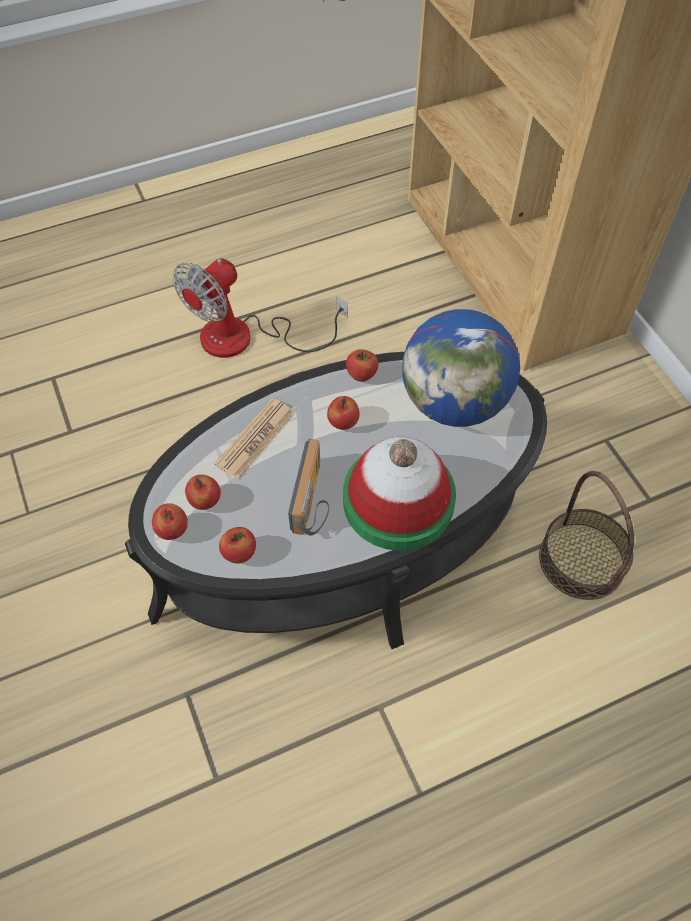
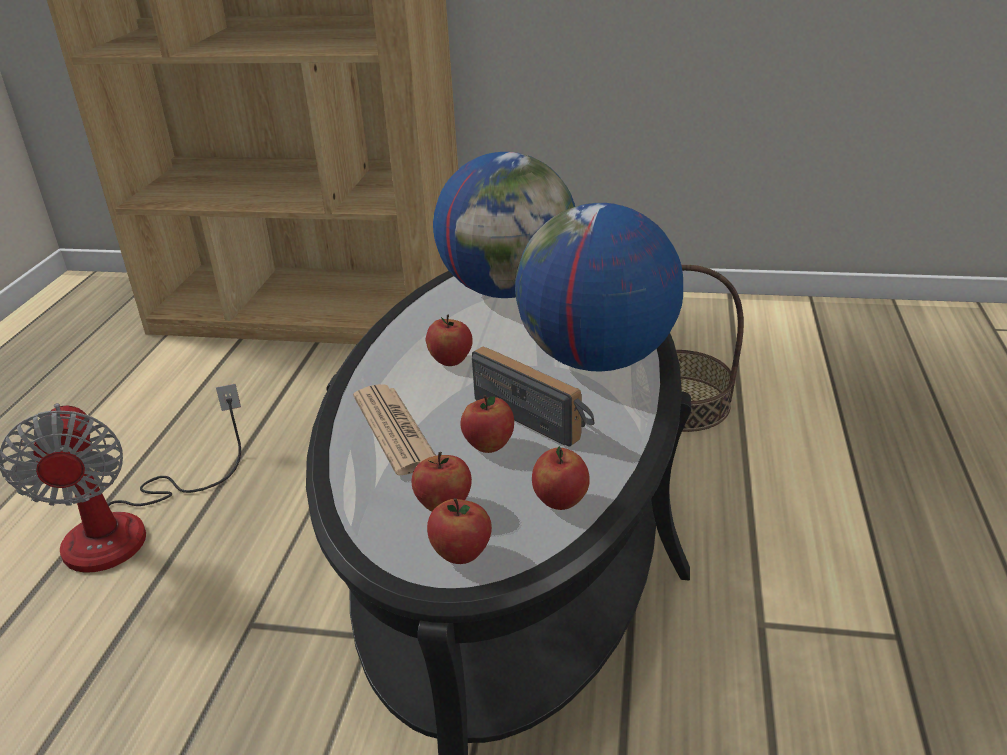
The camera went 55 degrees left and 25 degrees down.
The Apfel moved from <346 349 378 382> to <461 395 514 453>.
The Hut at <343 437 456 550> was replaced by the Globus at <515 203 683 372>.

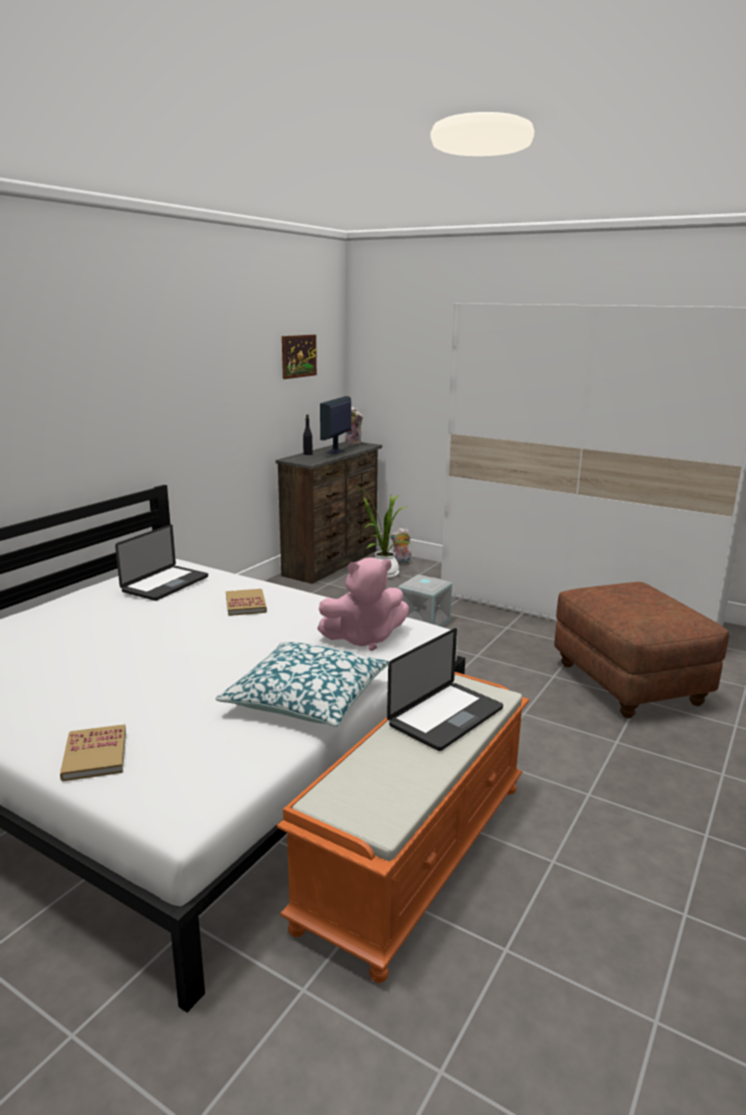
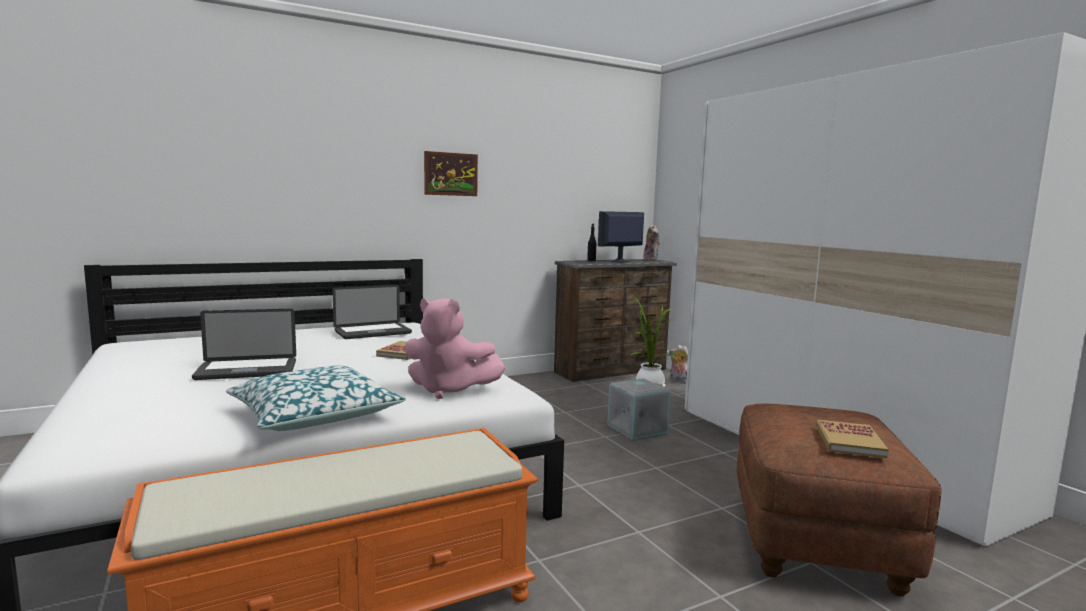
The camera went 30 degrees right and 10 degrees down.
The Bild moved from <282 335 317 379> to <424 151 478 196>.
The Laptop moved from <387 628 503 751> to <192 309 296 380>.
The Buch moved from <60 724 126 781> to <816 420 888 458>.

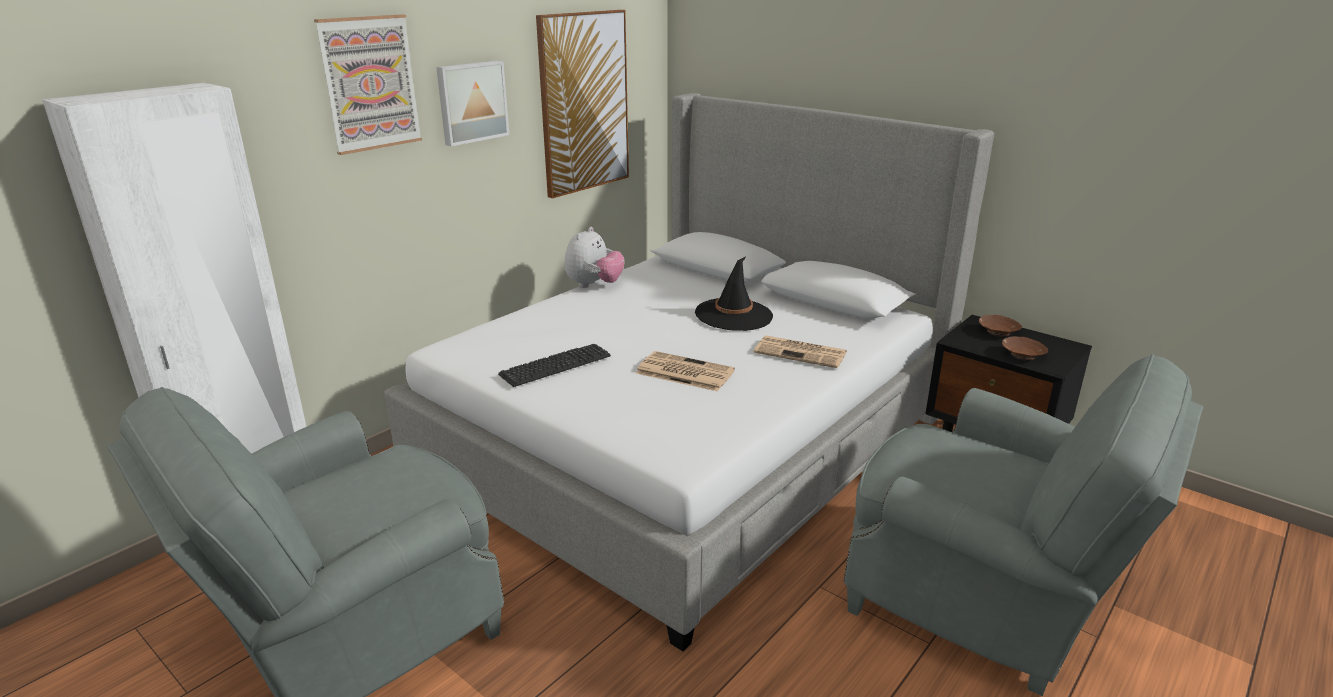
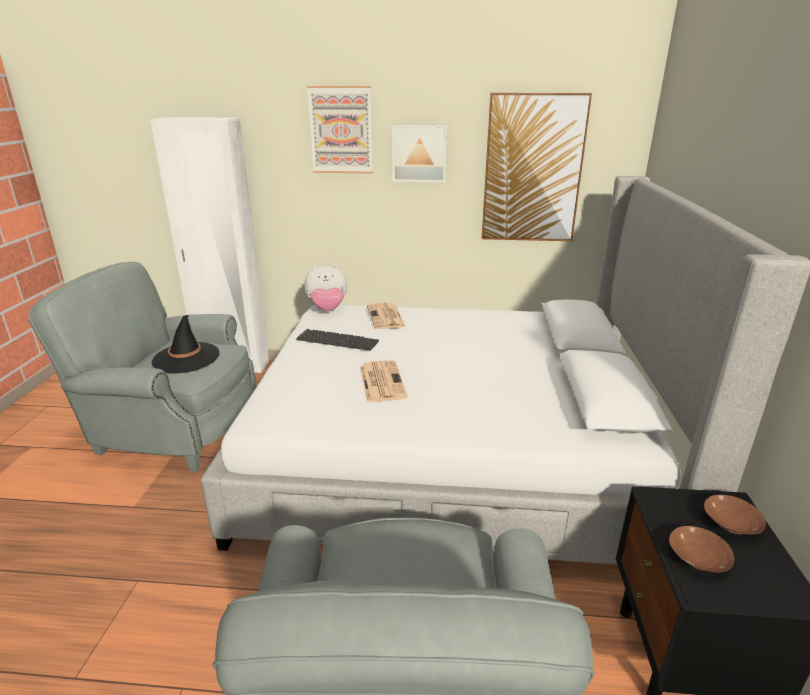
The camera went 55 degrees right and 0 degrees up.
The Plüschtier moved from <564 227 625 288> to <304 264 347 311>.
The Hut/schwarz moved from <695 257 773 331> to <151 315 220 374>.
The Zeitung moved from <754 335 847 368> to <367 303 406 329>.

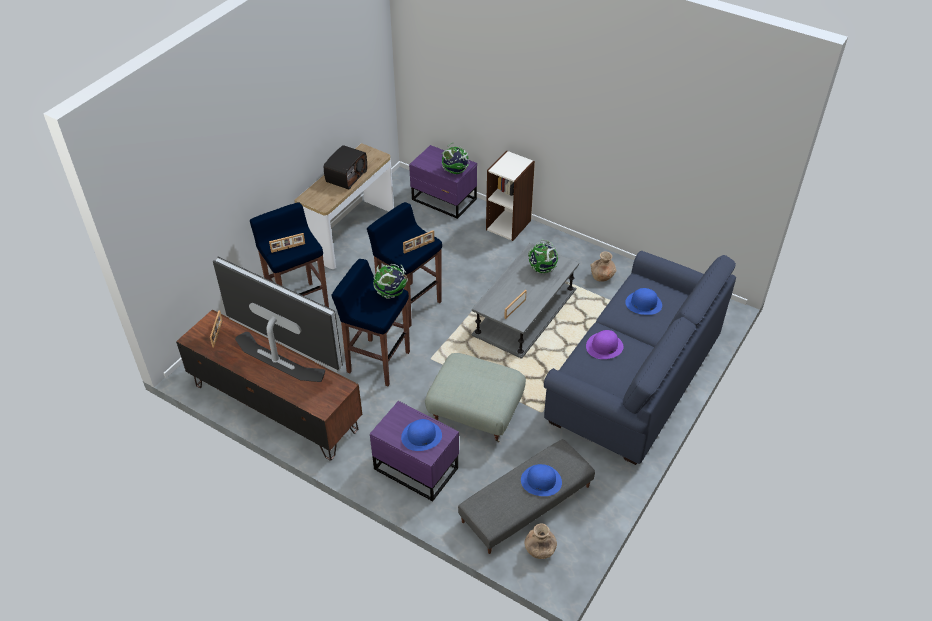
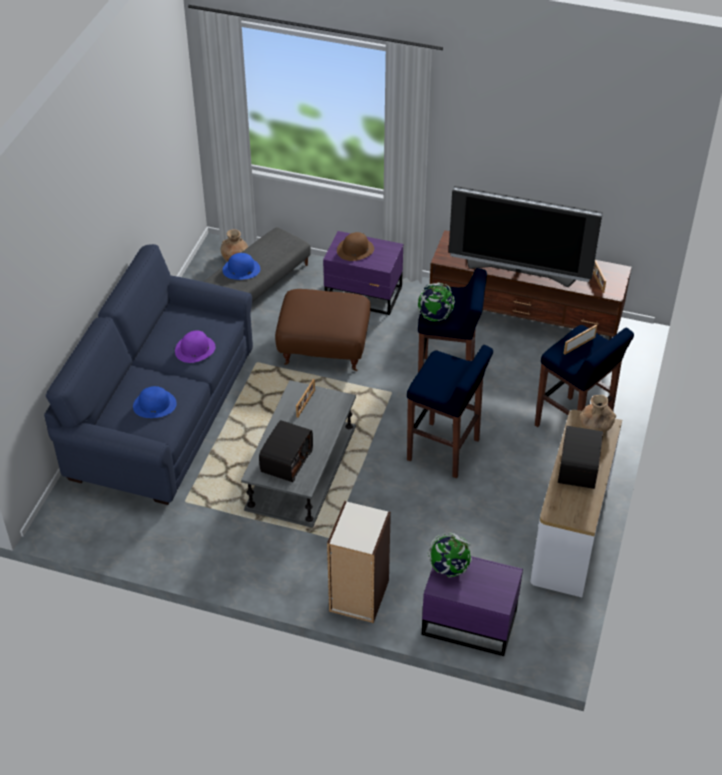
The camera went 165 degrees right and 0 degrees up.
The Bilderrahmen at <403 230 434 254> disappeared.
The Globus at <528 240 558 273> was replaced by the Radio at <259 420 313 482>.
The Vase/braun moved from <590 252 616 282> to <579 395 616 433>.
The Polsterhocker/grau at <425 353 526 442> became the Polsterhocker/braun at <275 289 371 371>.
The Hut/blau at <401 419 442 451> became the Hut/braun at <337 232 374 261>.

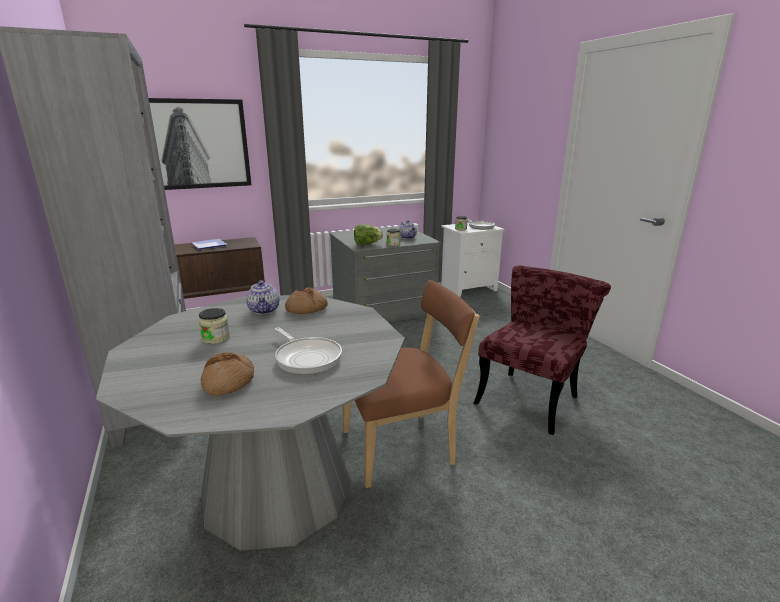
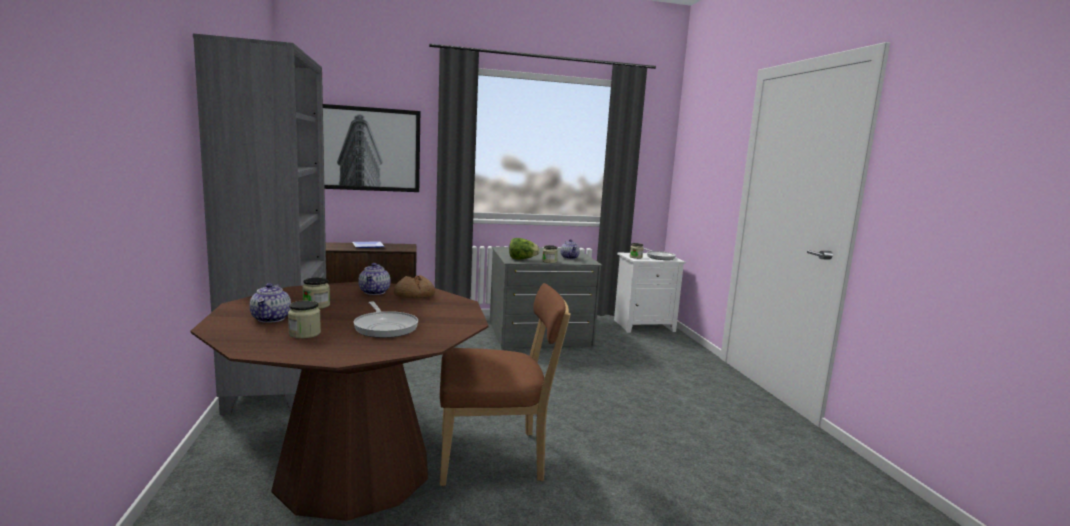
The camera went 10 degrees right and 10 degrees down.
The Stuhl/rot at <473 265 611 435> disappeared.
The Esstisch/grau at <96 295 405 551> became the Esstisch/braun at <191 282 489 521>.
The Brot at <201 352 254 396> was replaced by the Vorratsglas at <288 300 321 339>.
The Teekanne at <249 283 291 323> appeared.

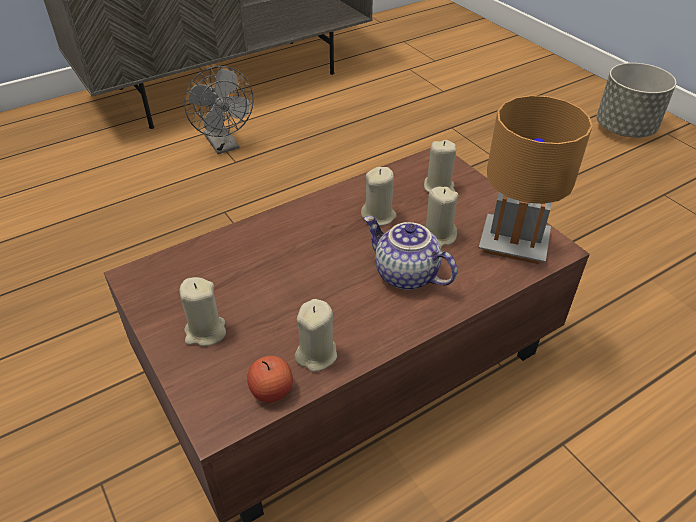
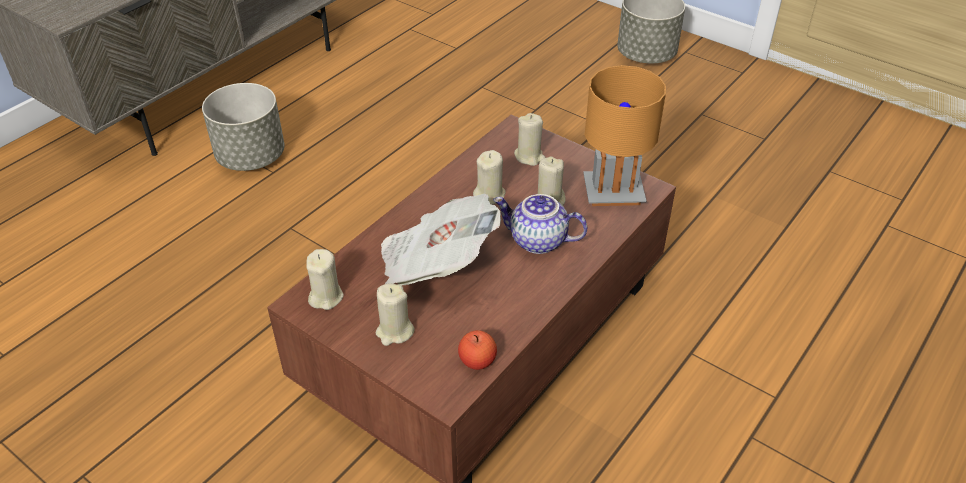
The camera went 20 degrees left and 0 degrees up.
The Ventilator/grau at <184 66 254 154> was replaced by the Pflanzkübel/grau at <202 83 285 171>.
The Kerze/beige moved from <295 299 337 372> to <306 249 344 310>.
The Zeitung at <381 194 501 285> appeared.

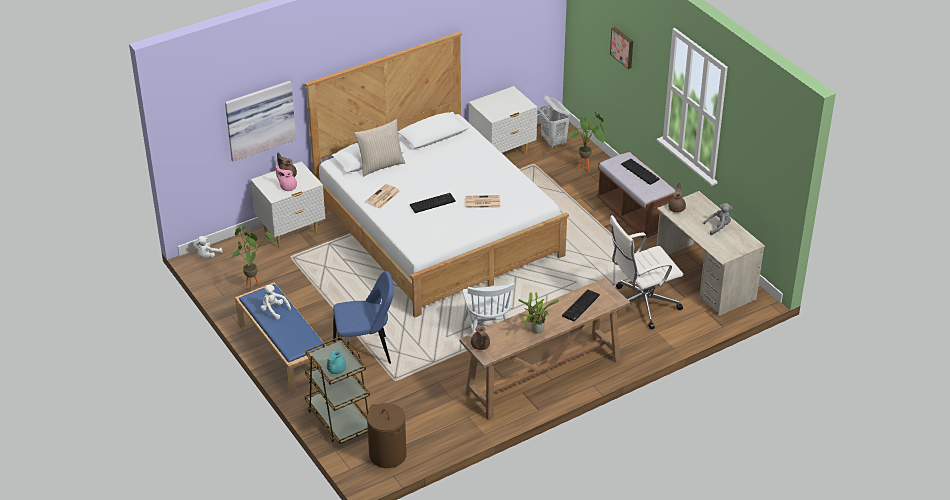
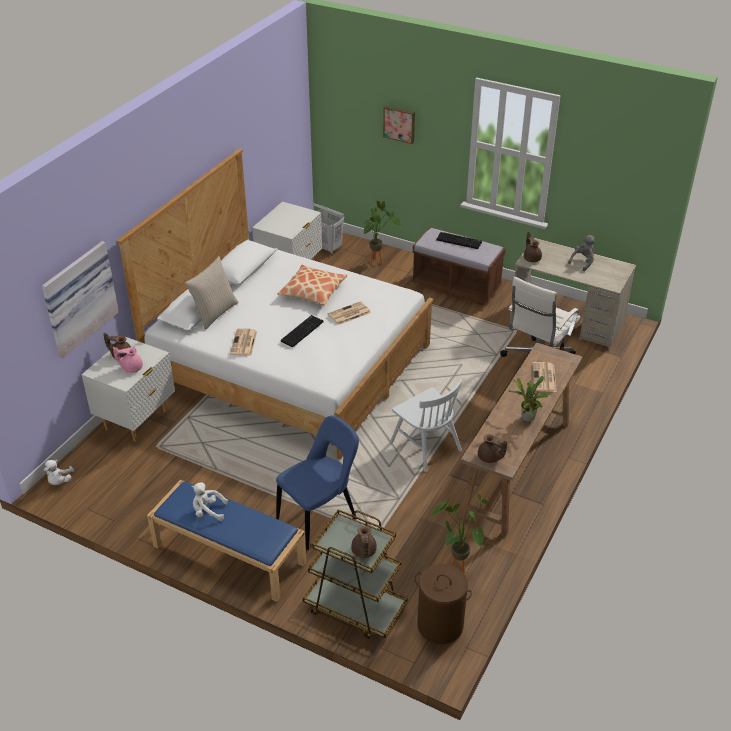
The camera went 30 degrees left and 0 degrees up.
The Topfpflanze moved from <232 225 275 291> to <431 494 488 574>.
The Tastatur at <562 289 600 322> was replaced by the Zeitung at <532 362 557 392>.
The Teekanne/türkis at <327 349 346 374> became the Teekanne/braun at <351 526 377 558>.
The Kissen at <277 265 347 306> appeared.

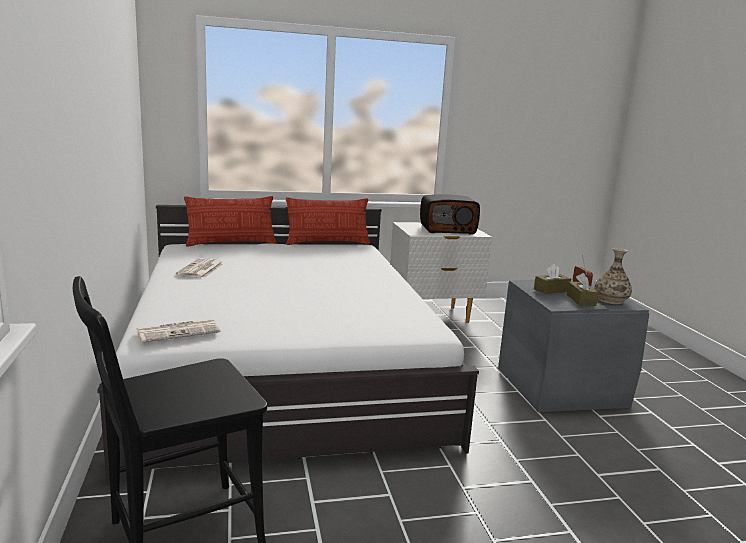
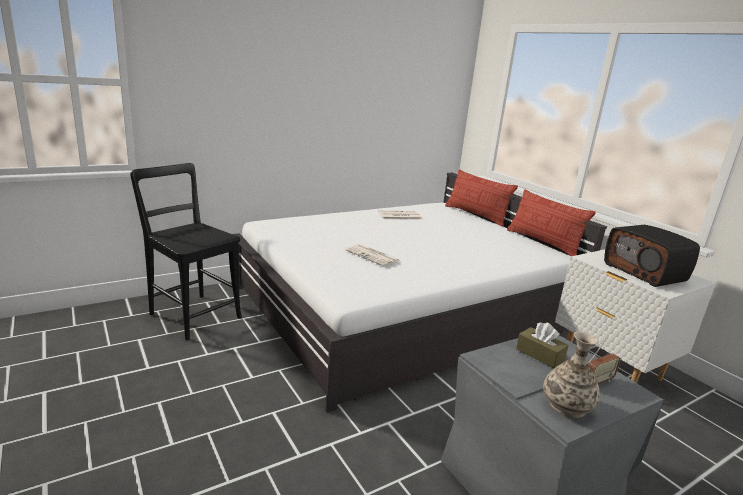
The camera went 70 degrees right and 5 degrees up.
The Taschentuchbox/braun at <567 273 599 306> disappeared.
The Zeitung moved from <137 319 221 342> to <345 244 399 267>.

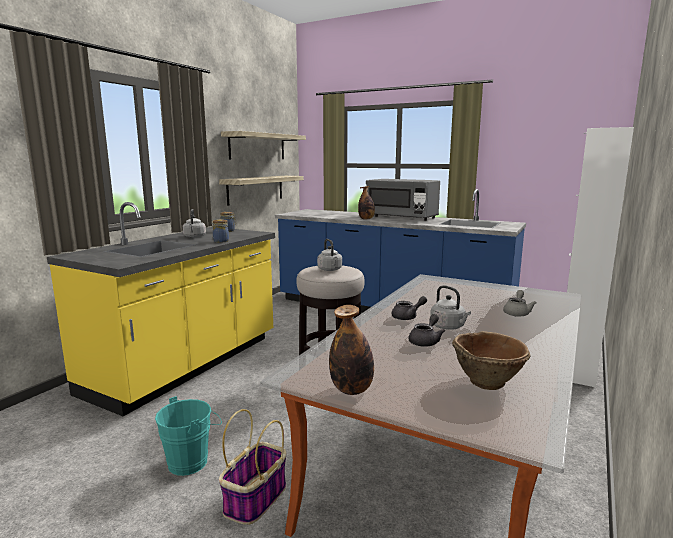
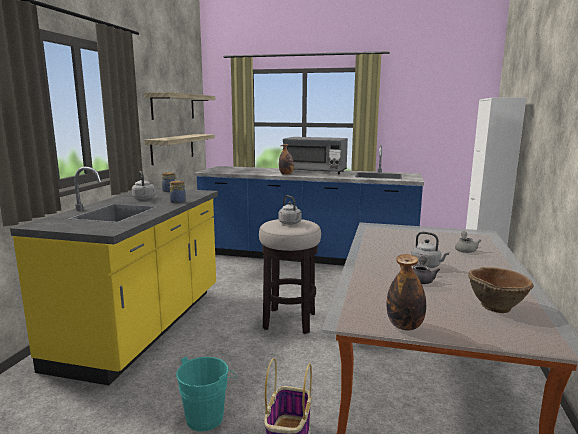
The camera went 15 degrees left and 0 degrees up.
The Teekanne/grau at <392 296 427 320> disappeared.

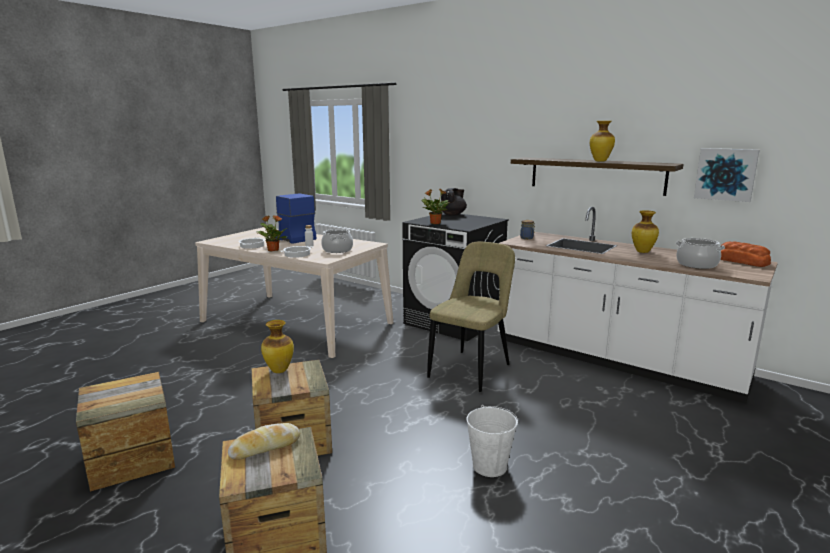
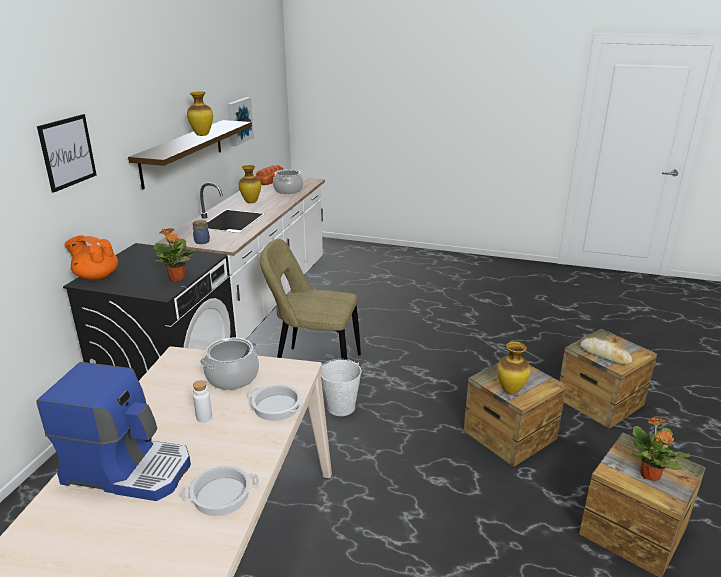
The camera went 110 degrees left and 10 degrees up.
The Teekanne/schwarz at <441 188 467 216> became the Teekanne/orange at <64 235 118 281>.
The Kaffeemaschine at <276 193 317 244> turned 105 degrees counterclockwise.
The Topfpflanze moved from <256 215 288 251> to <632 417 690 481>.
The Eimer/weiß moved from <467 405 518 477> to <321 359 362 416>.
The Bild at <37 114 97 193> appeared.

